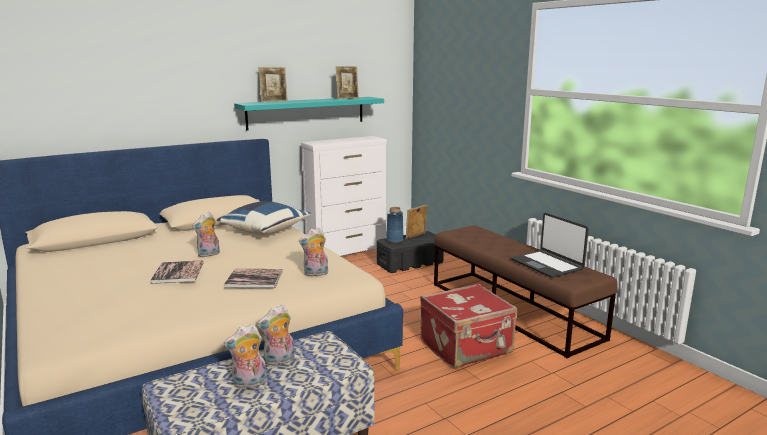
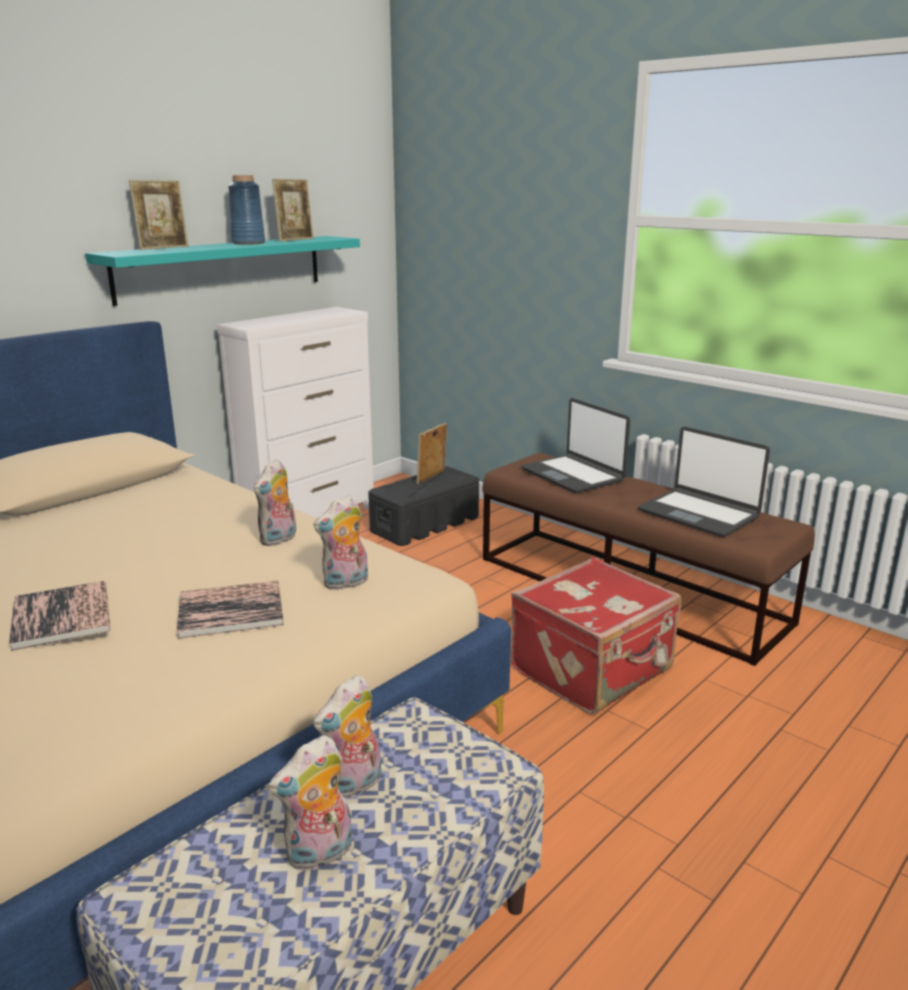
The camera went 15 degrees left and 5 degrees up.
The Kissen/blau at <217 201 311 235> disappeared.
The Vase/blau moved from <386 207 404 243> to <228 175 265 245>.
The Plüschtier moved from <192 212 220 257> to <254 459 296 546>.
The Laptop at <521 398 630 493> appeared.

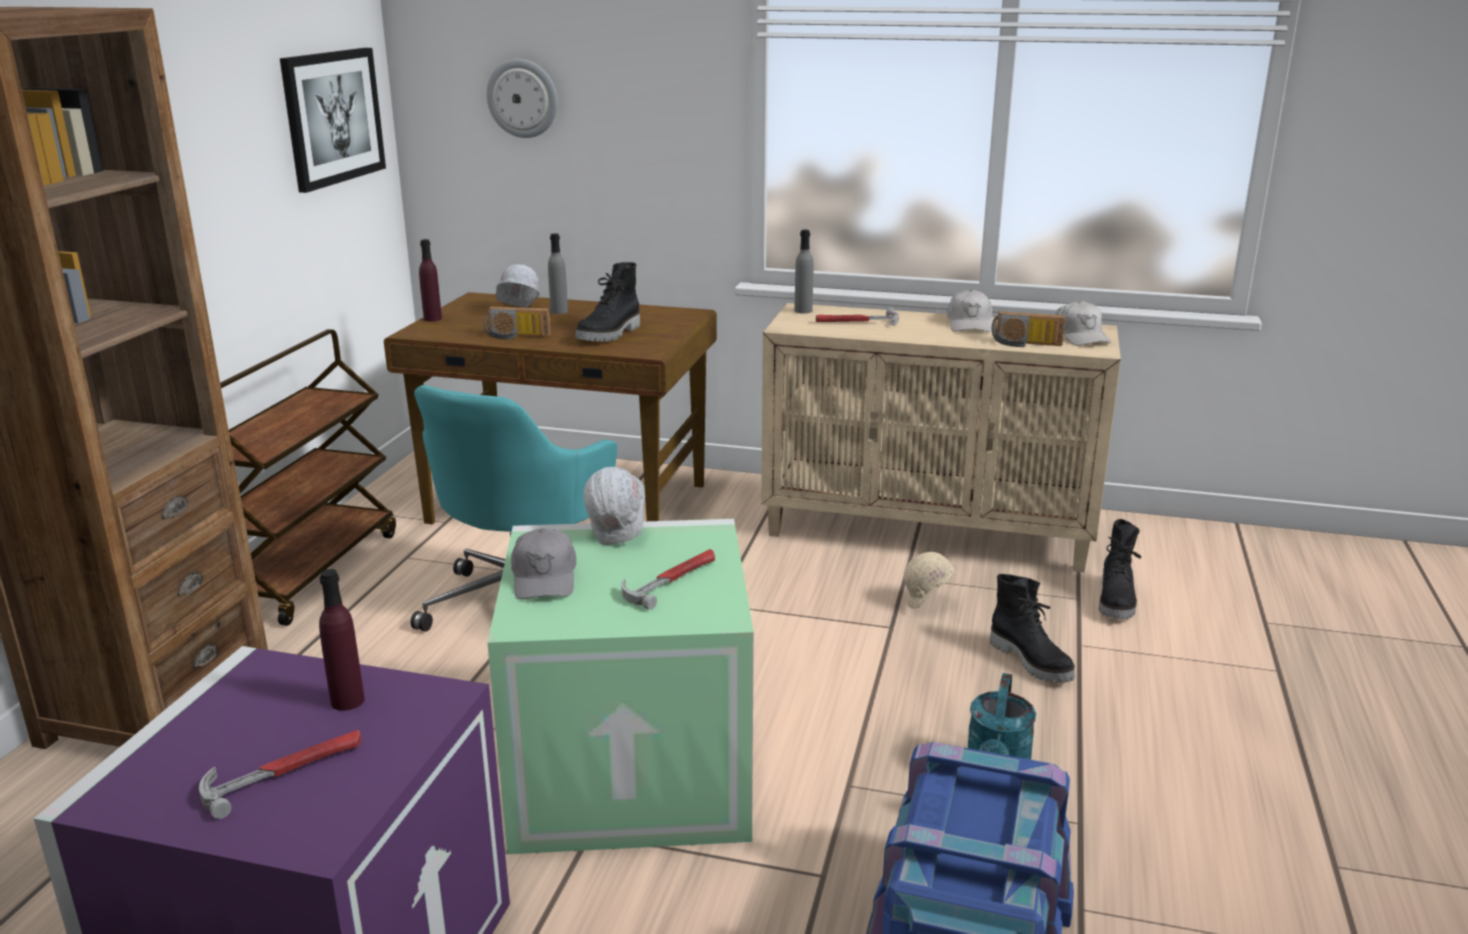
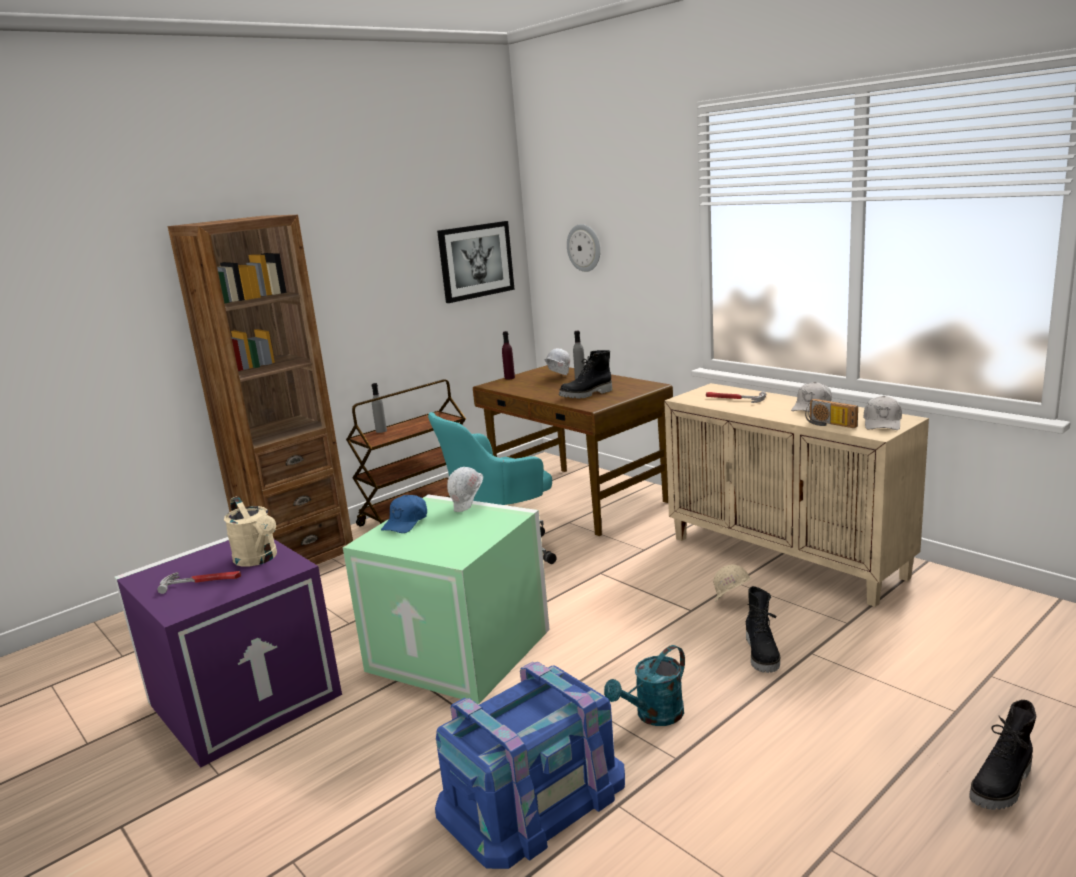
The camera went 35 degrees right and 5 degrees down.
The Flasche/grau moved from <794 230 814 314> to <371 383 387 433>.
The Radio at <484 307 551 339> disappeared.
The Stiefel/schwarz moved from <1099 519 1142 619> to <969 700 1036 810>.
The Kappe/grau at <511 528 576 599> became the Kappe/blau at <381 495 427 533>.
The Hammer at <621 549 715 610> disappeared.
The Flasche/lila at <319 569 365 711> was replaced by the Gießkanne/beige at <224 496 277 567>.

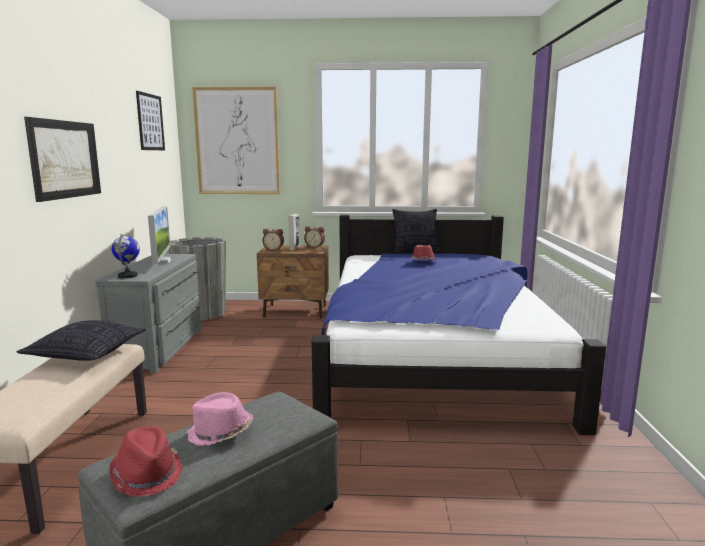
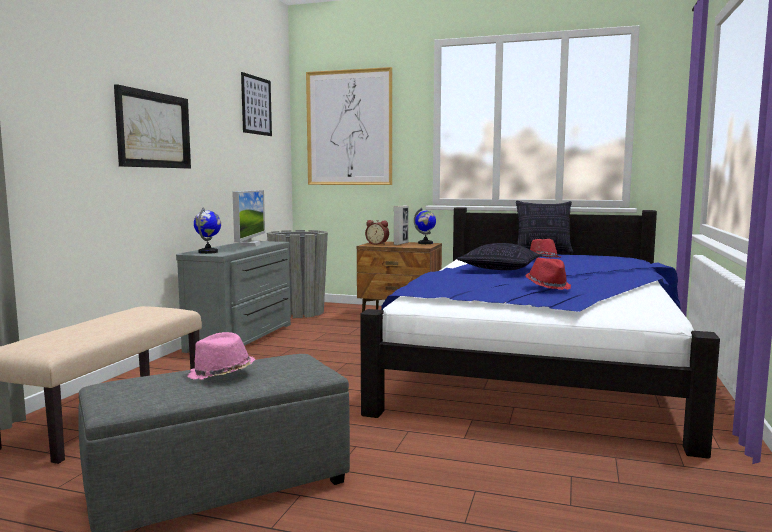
The camera went 15 degrees right and 5 degrees down.
The Wecker at <304 226 325 248> was replaced by the Globus at <414 208 436 244>.
The Kissen moved from <17 320 146 361> to <457 243 542 270>.
The Hut/rot moved from <109 427 183 497> to <526 258 571 290>.

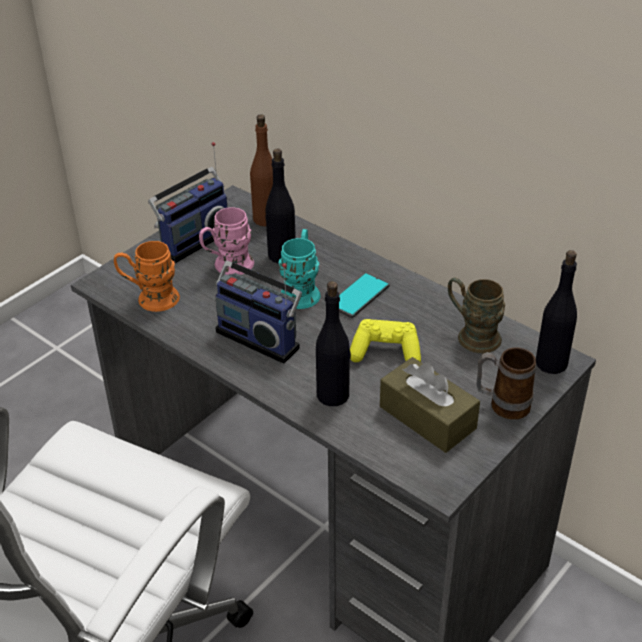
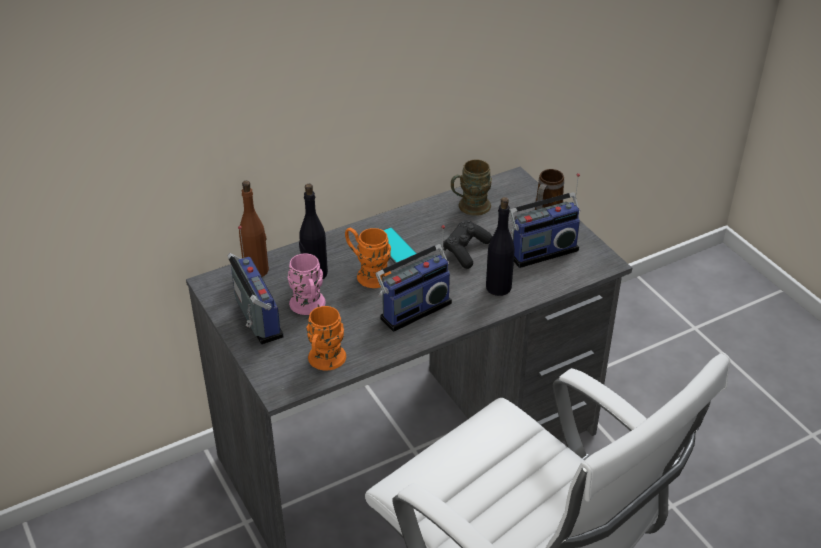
The camera went 70 degrees left and 0 degrees up.
The Henkelbecher/türkis at <278 229 321 309> became the Henkelbecher/orange at <345 228 391 288>.
The Flasche/schwarz at <536 250 577 374> disappeared.
The Gamepad/gelb at <350 319 421 362> became the Gamepad/schwarz at <443 220 492 269>.
The Taschentuchbox/braun at <380 357 480 453> was replaced by the Radio at <509 173 580 268>.

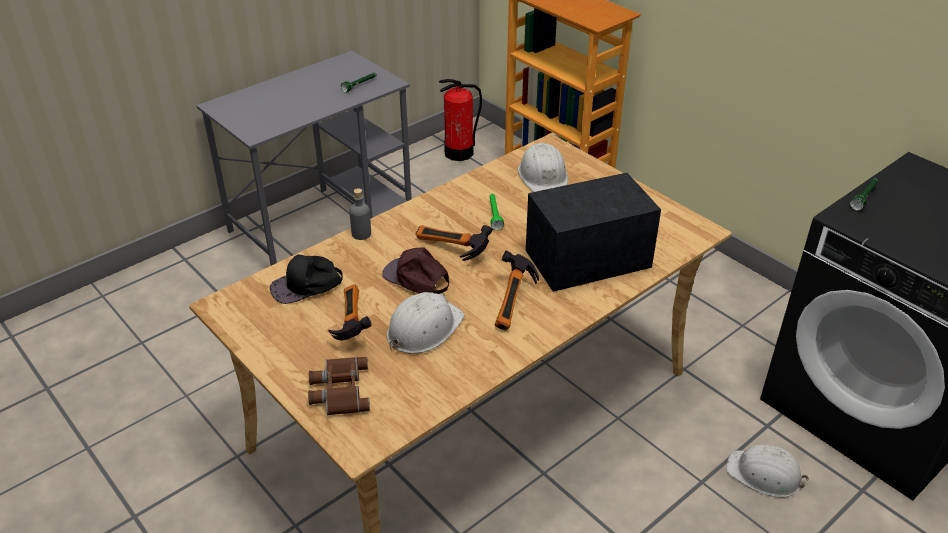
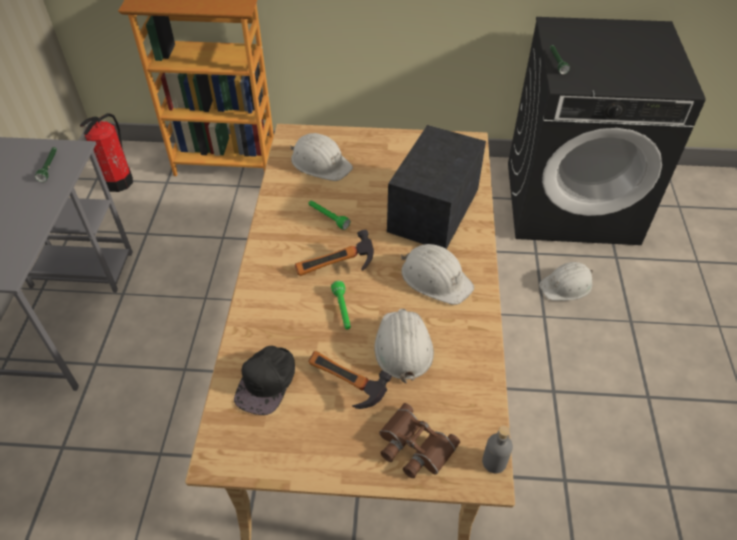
The camera went 45 degrees left and 10 degrees up.
The Flasche/grau moved from <349 188 371 240> to <482 426 513 473>.
The Kappe/braun at <382 247 449 294> was replaced by the Taschenlampe/grün at <331 281 351 329>.
The Hammer at <494 251 539 331> was replaced by the Schutzhelm/weiß at <401 244 474 305>.

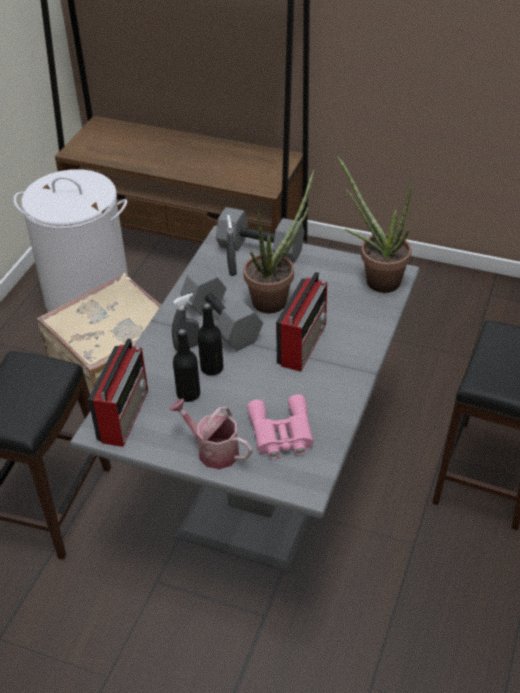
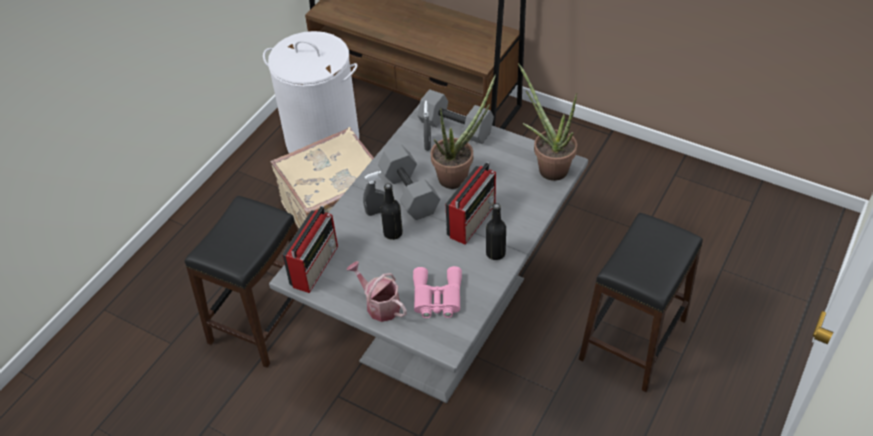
The camera went 10 degrees right and 5 degrees up.
The Flasche/schwarz moved from <173 329 200 402> to <486 203 506 260>.

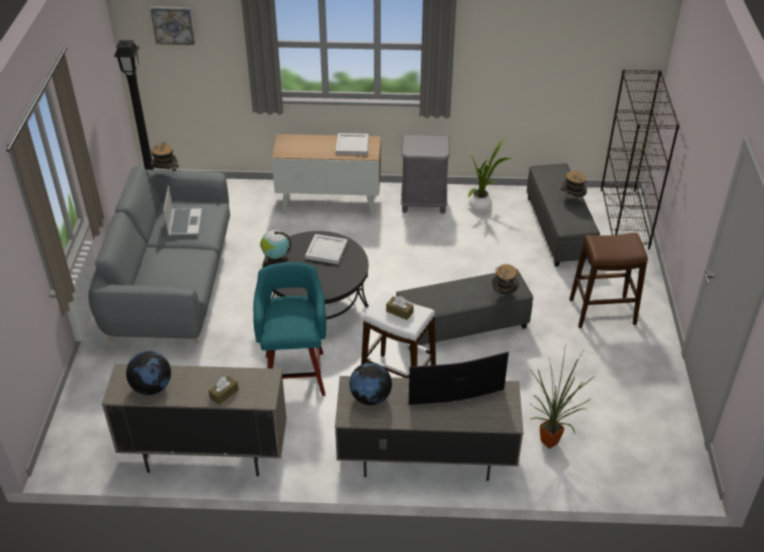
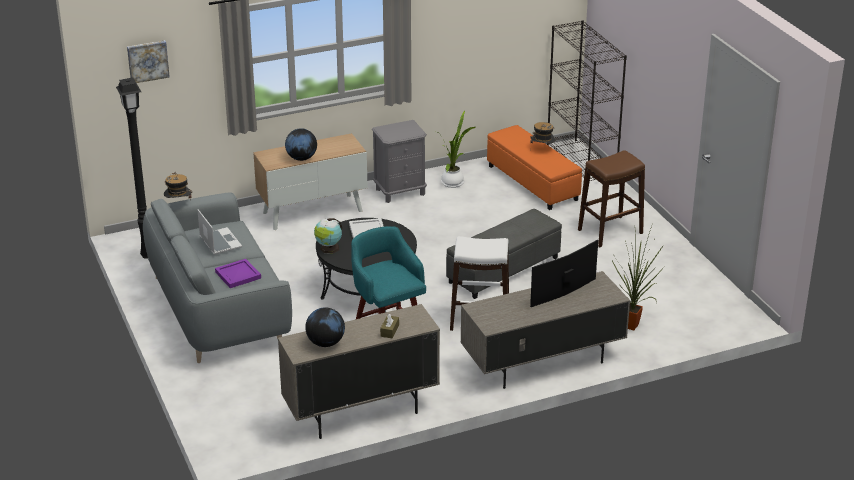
The camera went 25 degrees left and 10 degrees down.
The Tablett/weiß at <336 133 369 155> disappeared.
The Polsterhocker/grau at <527 164 600 267> became the Polsterhocker/orange at <487 125 582 210>.
The Hut at <492 264 519 295> disappeared.
The Taschentuchbox/braun at <386 296 414 320> disappeared.
The Globus moved from <349 362 392 405> to <285 128 317 161>.
The Tablett/lila at <215 259 261 288> appeared.

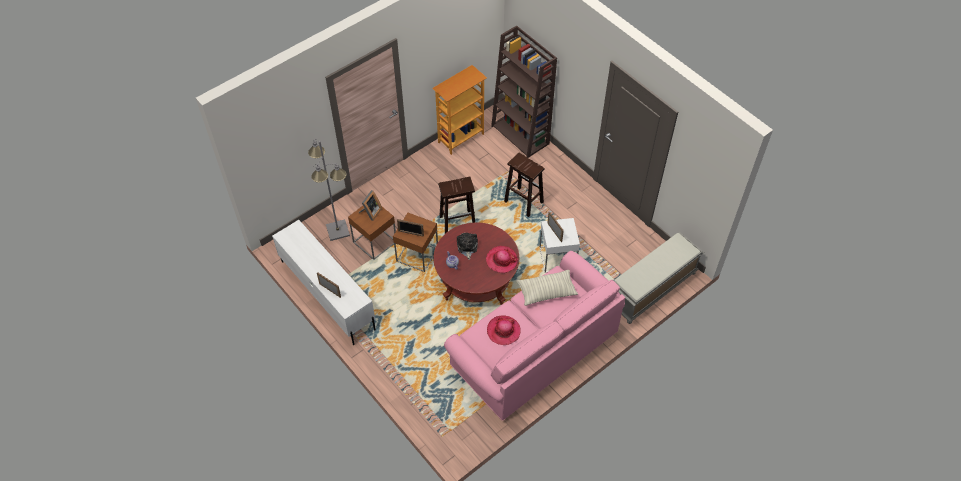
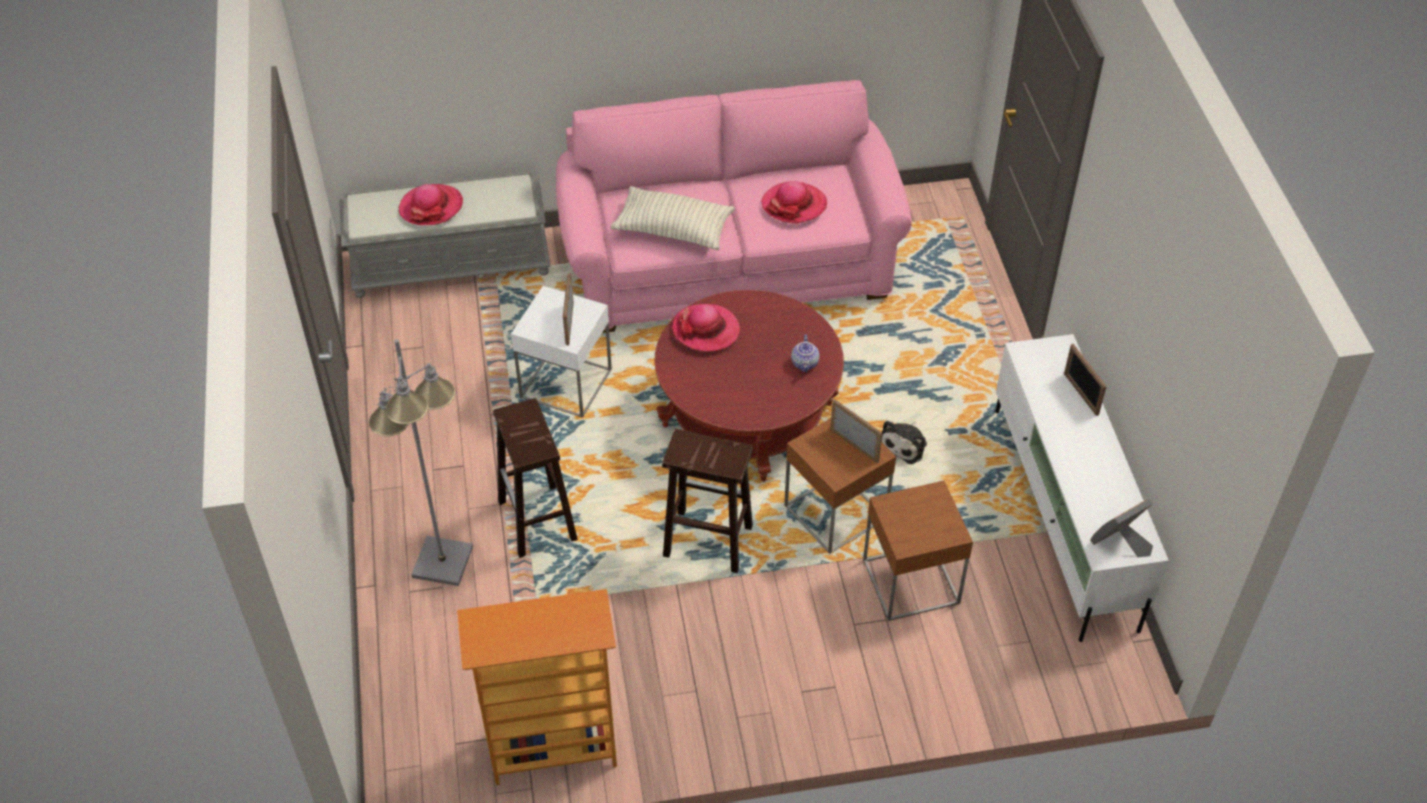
The camera went 150 degrees left and 5 degrees down.
The Bücherregal/braun at <491 26 557 158> disappeared.
The Stehlampe/grau moved from <308 139 350 241> to <369 339 473 586>.
The Bilderrahmen moved from <359 190 382 221> to <1090 499 1153 557>.
The Plüschtier moved from <457 233 478 260> to <881 421 927 464>.
The Hut at <399 184 463 225> appeared.

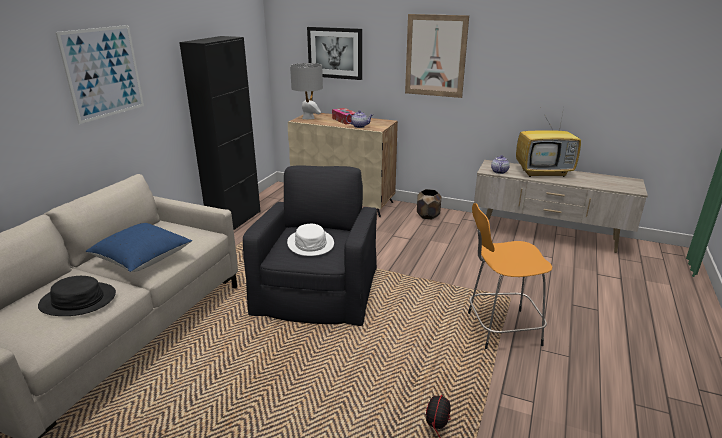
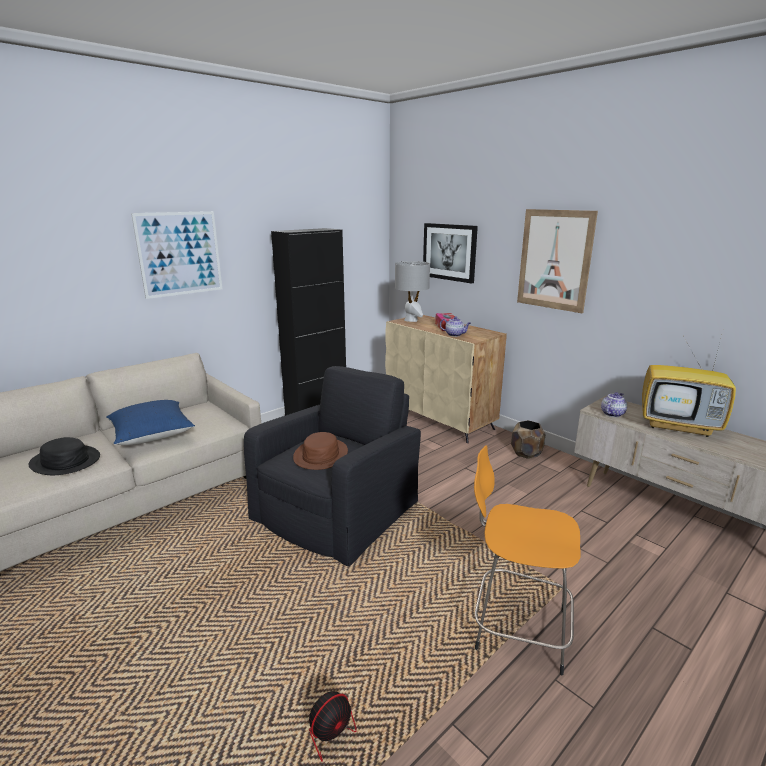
The camera went 25 degrees right and 5 degrees down.
The Hut/weiß at <287 224 334 256> became the Hut/braun at <293 432 348 470>.

